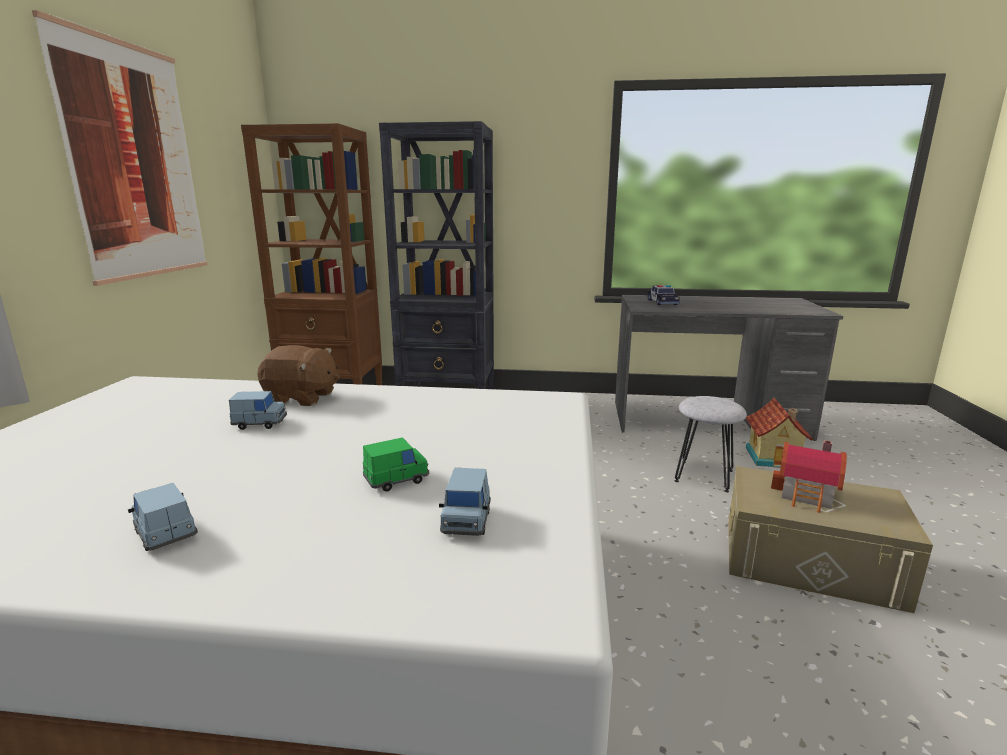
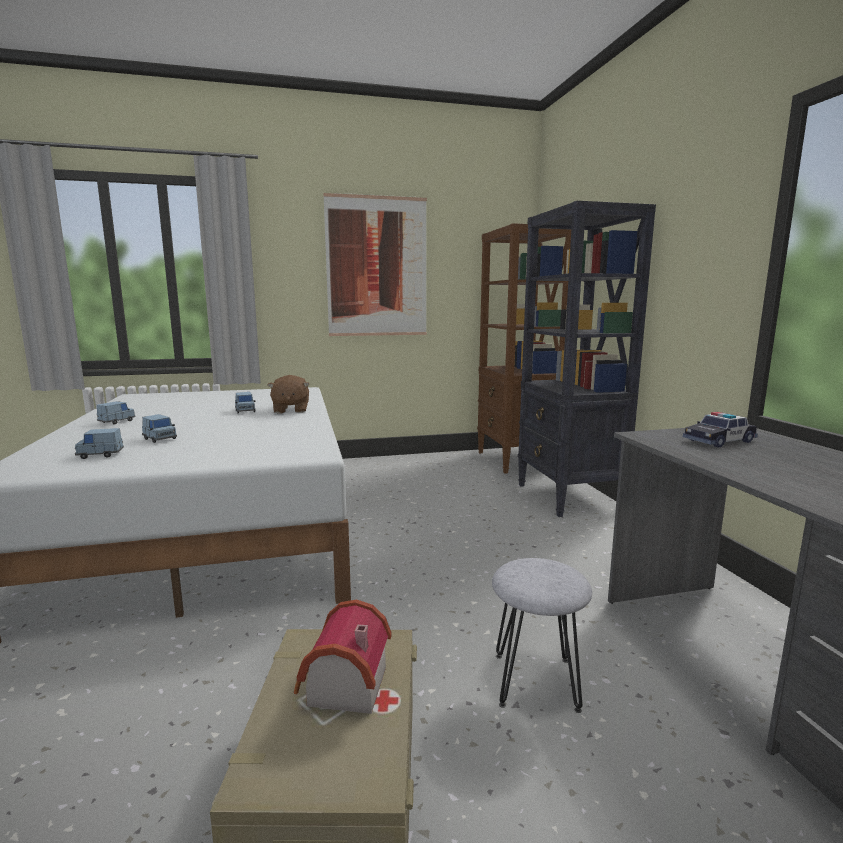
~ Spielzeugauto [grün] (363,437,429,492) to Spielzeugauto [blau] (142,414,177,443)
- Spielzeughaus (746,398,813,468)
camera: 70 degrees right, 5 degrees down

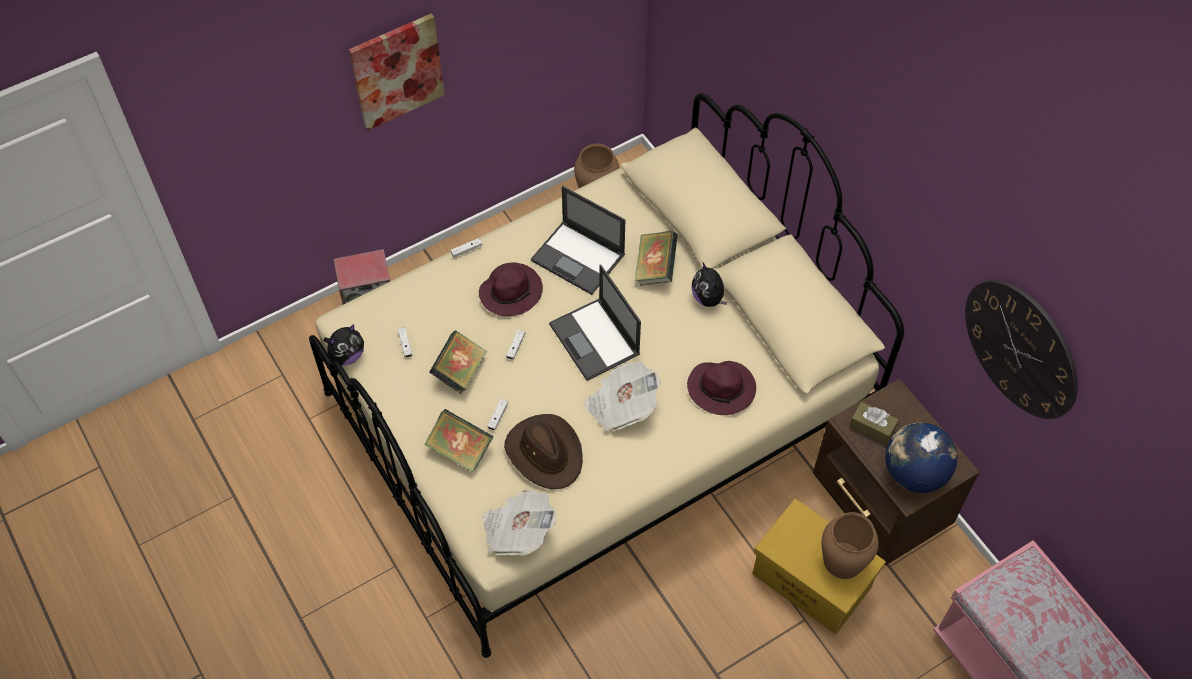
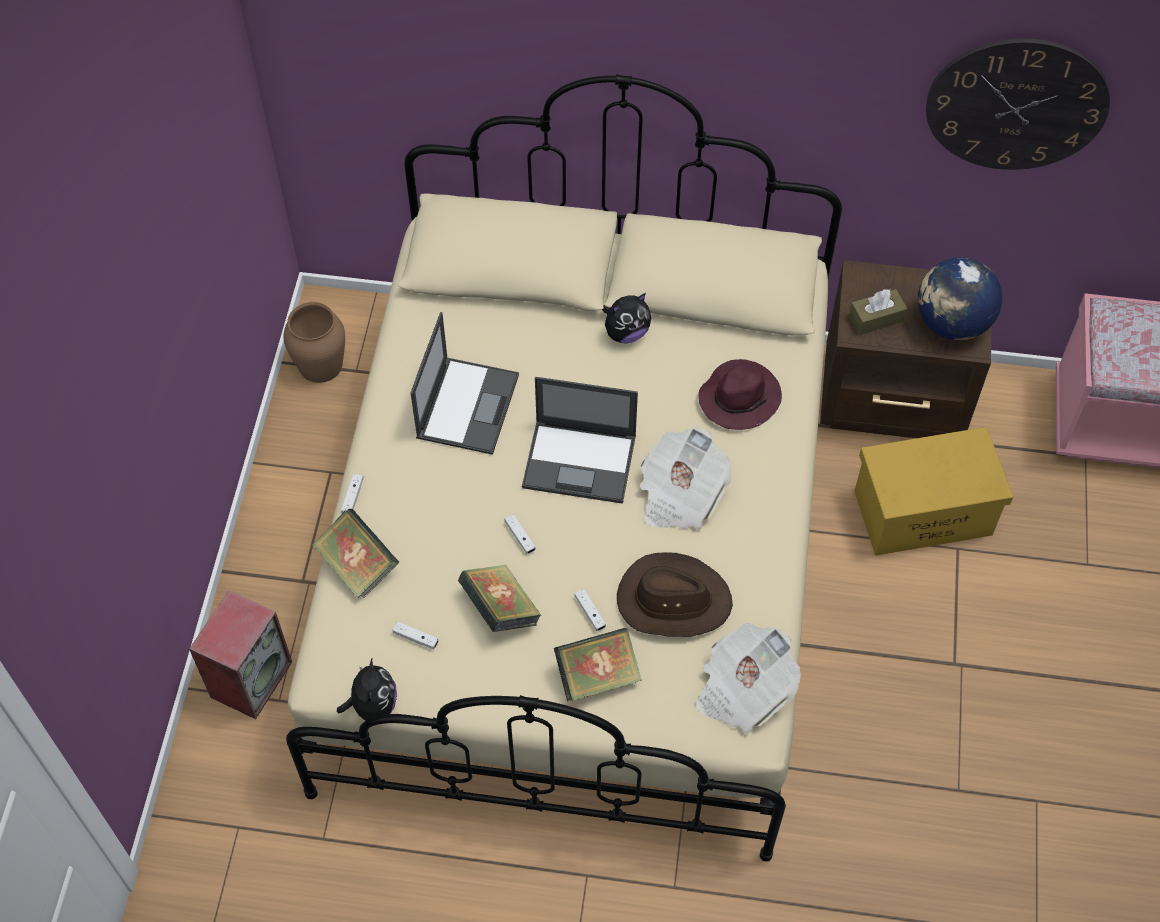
~ Buch (635,230,678,286) to (311,509,399,598)
~ Laptop (531,186,626,295) = (411,312,519,455) 60 degrees counterclockwise
~ Plüschtier (692,262,727,307) = (602,293,651,343) 45 degrees counterclockwise
- Bild (349,13,445,131)
- Hut [lila] (479,262,543,316)
- Vase [braun] (822,512,879,579)
camera: 50 degrees left, 0 degrees up

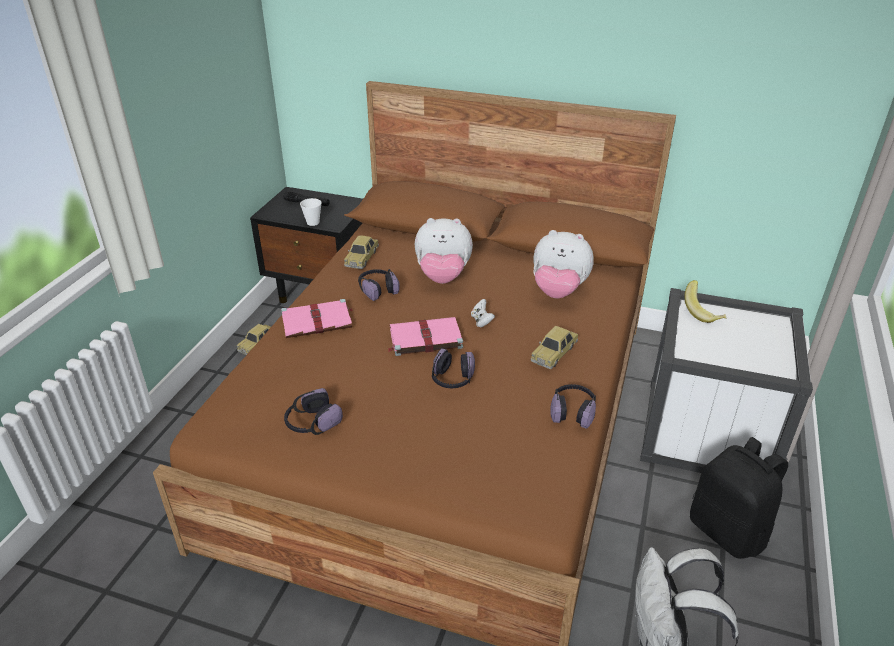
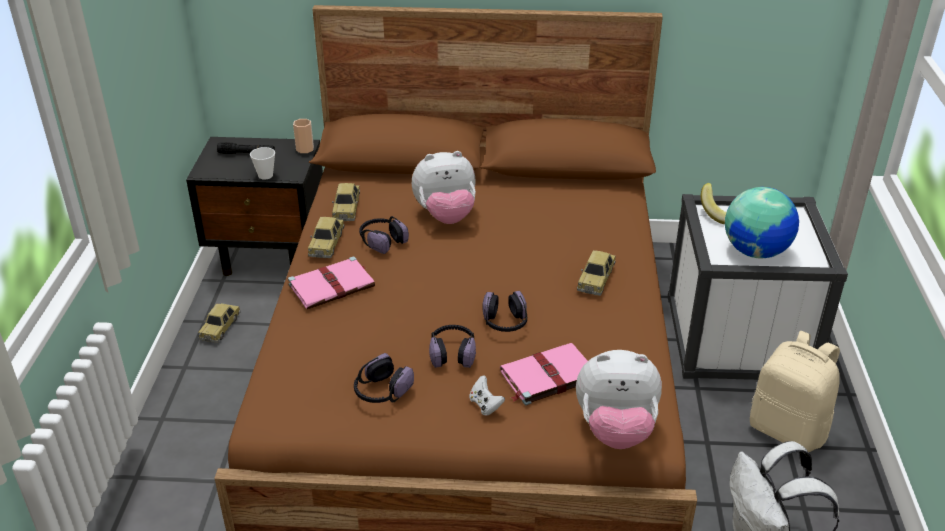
+ Tasse (293,119,314,153)
+ Spielzeugauto (308,217,345,258)
~ Kopfhörer (550,384,596,429) to (429,325,476,368)
~ Gamepad [weiß] (471,299,495,327) to (469,375,505,416)
~ Buch [rosa] (388,317,463,356) to (500,343,588,405)
~ Plüschtier (533,230,594,298) to (576,350,662,449)
+ Globus (725,187,799,258)
~ Rucksack [schwarz] (690,437,788,559) to Rucksack [beige] (750,330,840,452)
camera: 15 degrees left, 0 degrees up

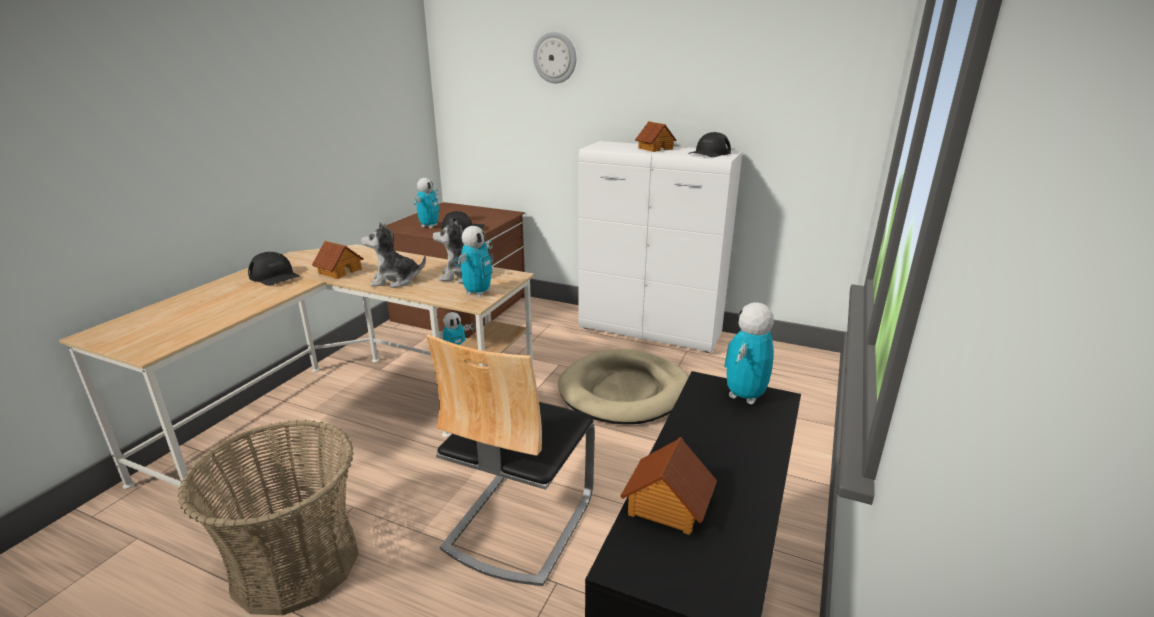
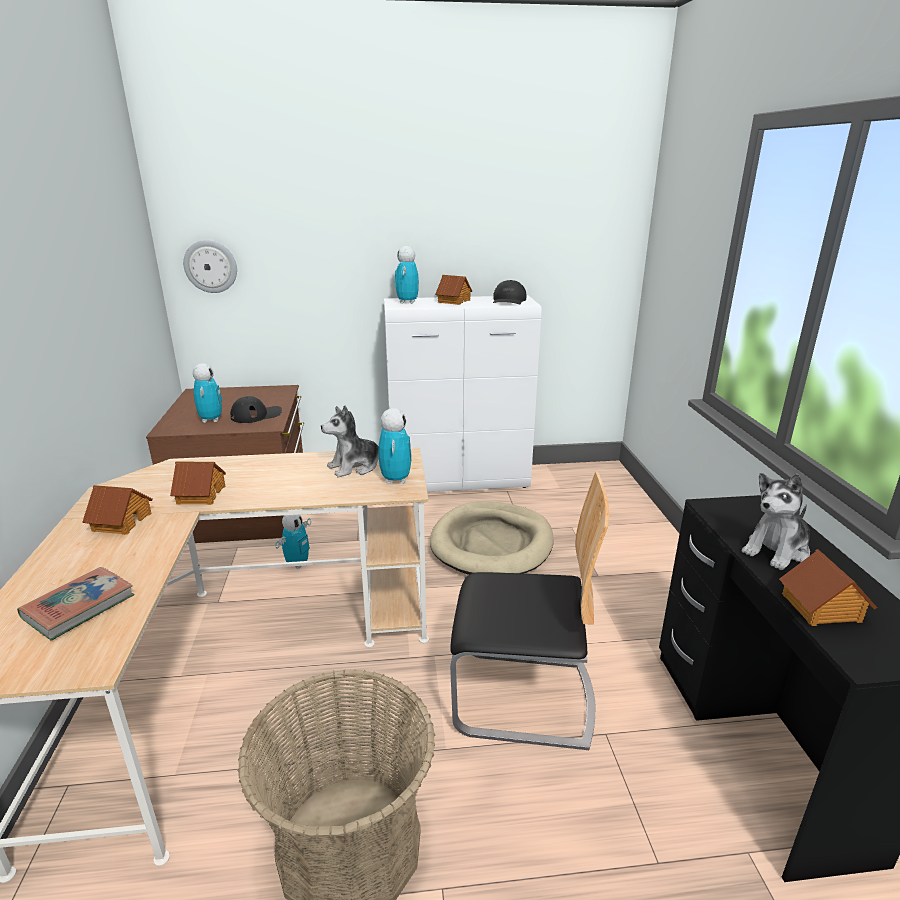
+ Buch (17,567,135,641)
~ Kappe [schwarz] (248,252,300,286) to Spielzeughaus (82,485,153,535)
~ Wanduhr (533,32,576,83) to (183,240,237,293)
~ Spielzeugroboter (724,302,774,404) to (395,246,419,304)
~ Stuhl (426,334,595,586) = (450,471,609,750) 75 degrees counterclockwise
~ Plüschtier (361,222,426,288) to (742,473,810,570)
camera: 30 degrees left, 0 degrees up

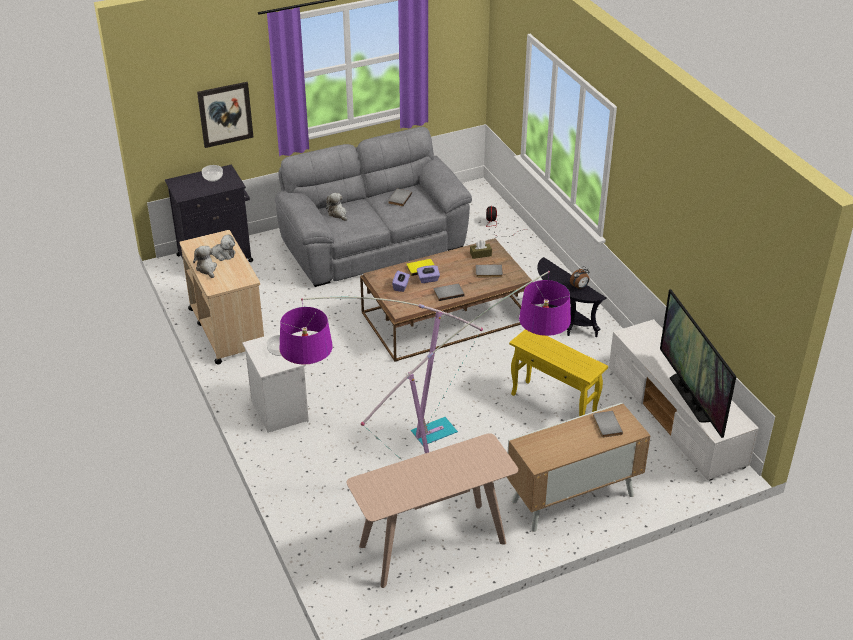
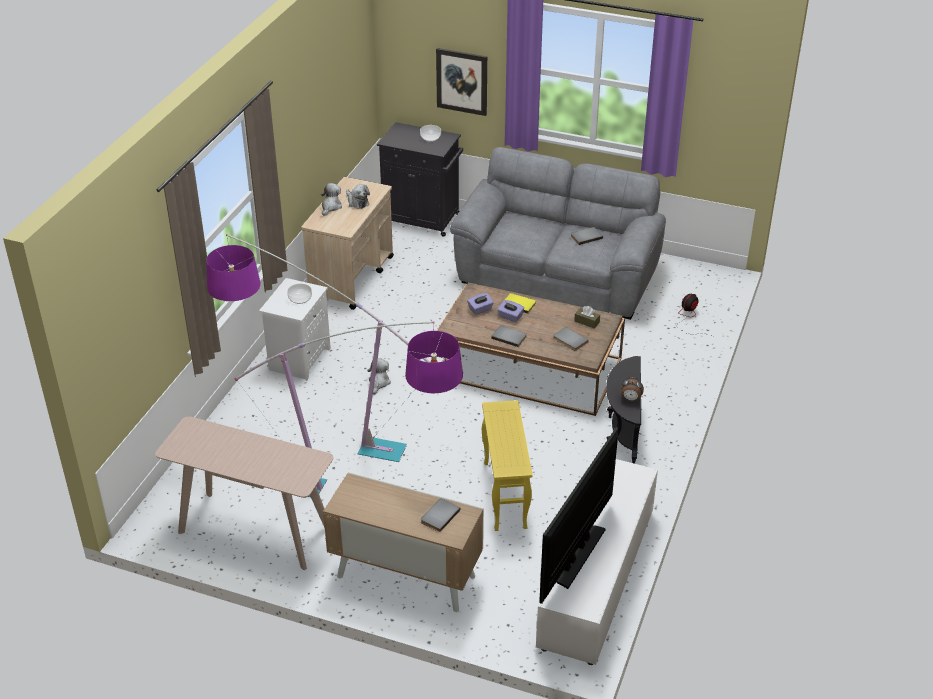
~ Plüschtier (326,193,347,221) to (367,358,391,395)
camera: 45 degrees right, 0 degrees up

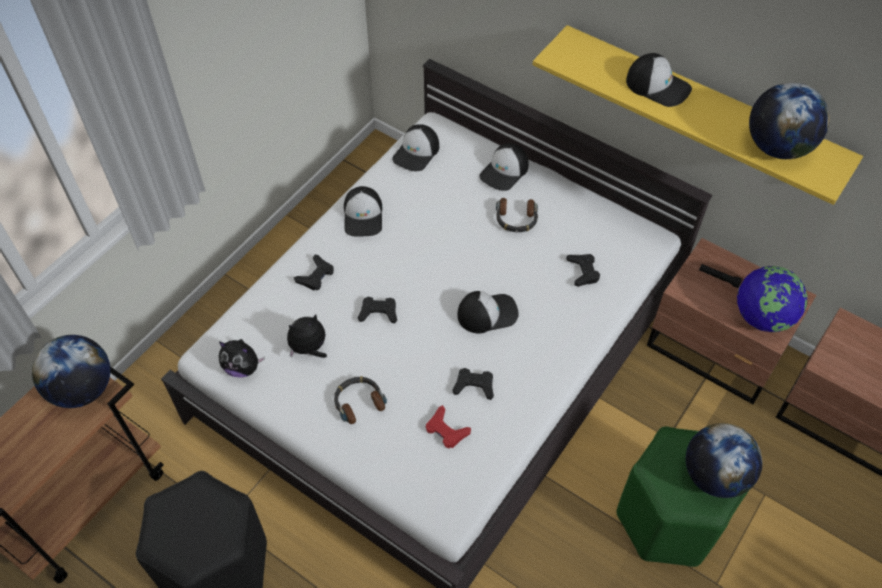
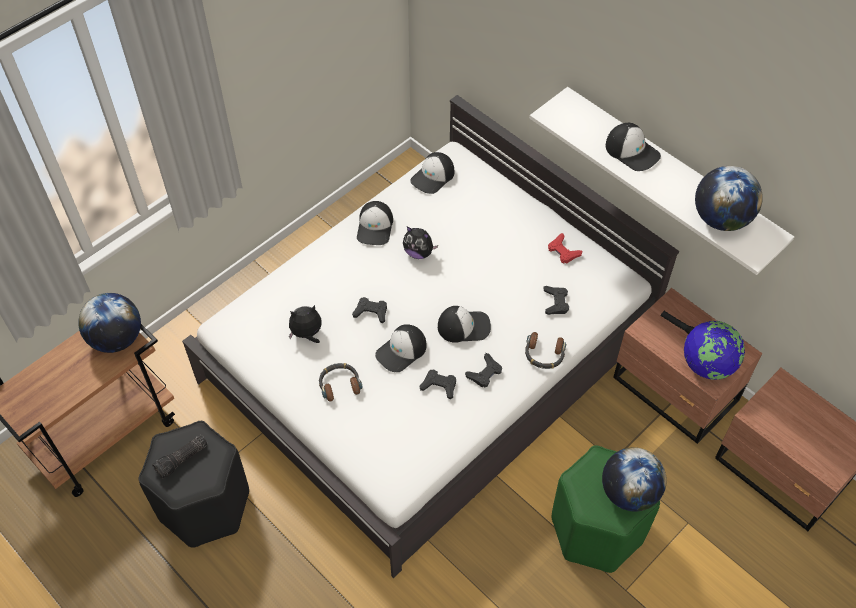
+ Taschenlampe (152,435,208,479)
~ Kappe (479,143,529,191) to (375,324,427,372)
~ Plüschtier (219,339,265,378) to (403,226,438,259)
~ Gamepad [schwarz] (294,254,334,291) to (465,353,502,387)
~ Kopfhörer (496,198,538,232) to (525,332,566,369)
~ Wandregal [gelb] (533,25,863,205) to Wandregal [weiß] (530,87,794,275)
~ Gamepad [rot] (426,405,471,448) to (548,233,582,264)
camera: 10 degrees right, 0 degrees up

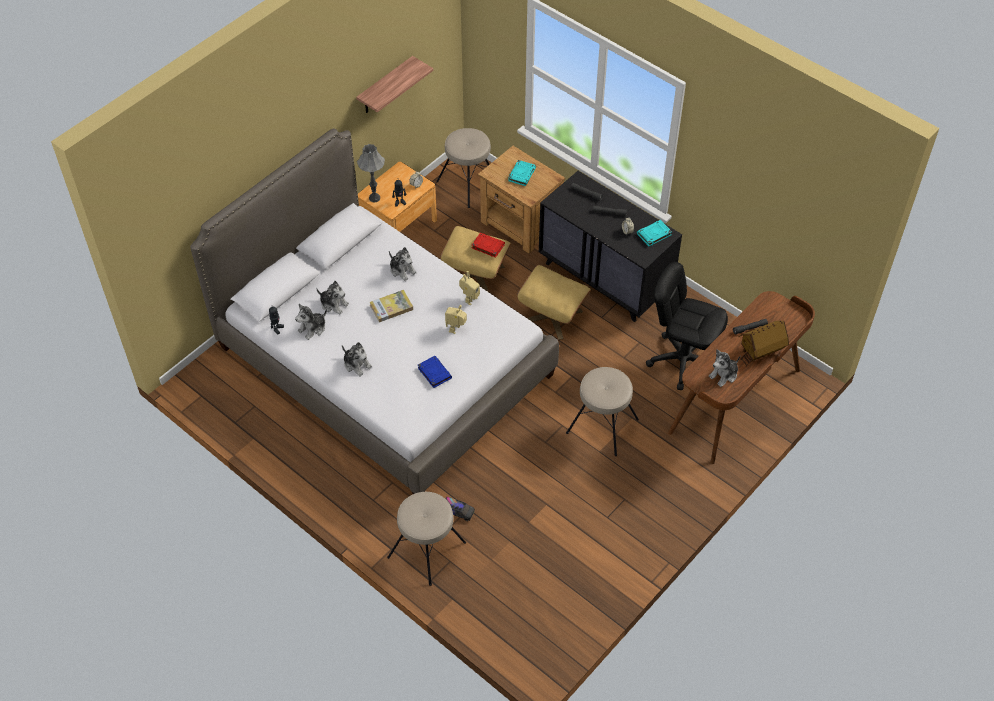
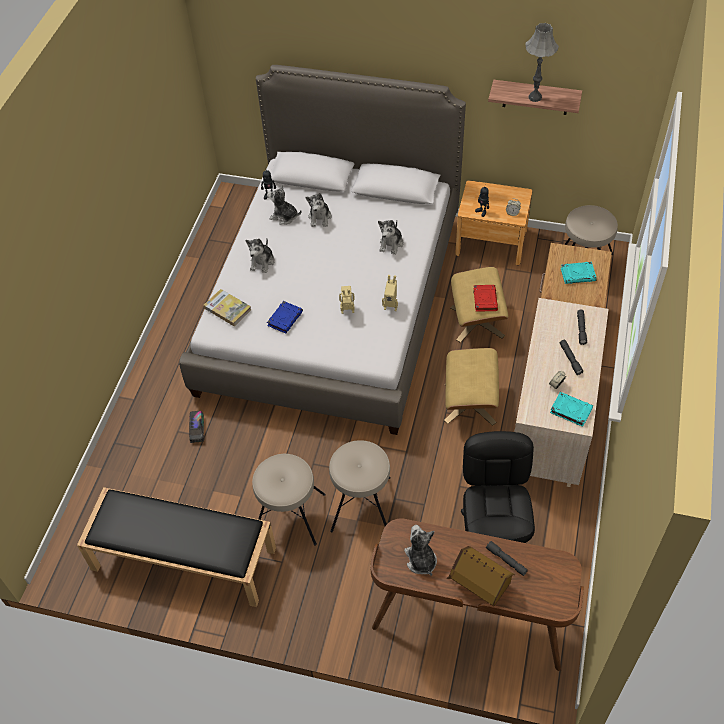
+ Bank [schwarz] (77,487,276,607)
~ Buch (370,290,413,322) to (204,289,251,326)
~ Hocker [beige] (387,492,466,586) to (252,454,326,546)
~ Plüschtier (709,349,740,387) = (404,525,437,576) 45 degrees clockwise
~ Kommode [schwarz] (539,171,682,322) to Kommode [beige] (515,298,608,487)
~ Tischlampe [grau] (357,144,385,202) to (525,23,559,102)
camera: 65 degrees right, 0 degrees up

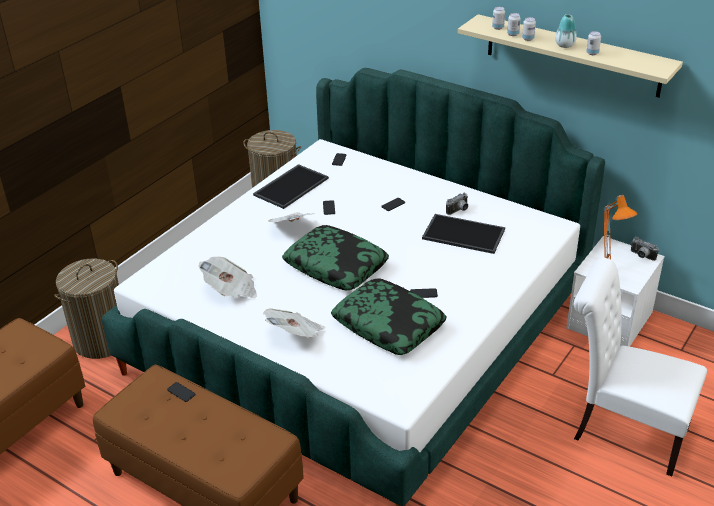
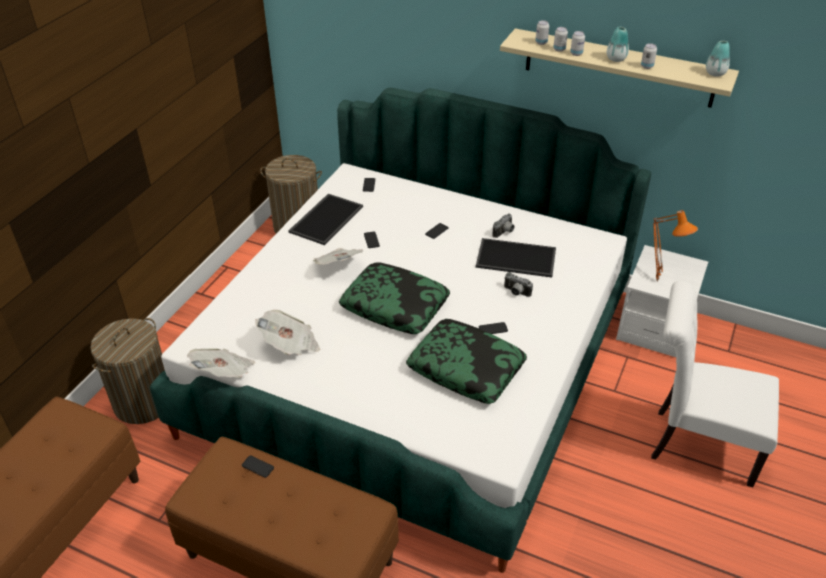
~ Zeitung (263,308,325,338) to (187,348,255,378)
~ Kamera (631,237,659,261) to (504,272,533,297)
+ Vase (706,41,730,77)
camera: 10 degrees left, 5 degrees up

